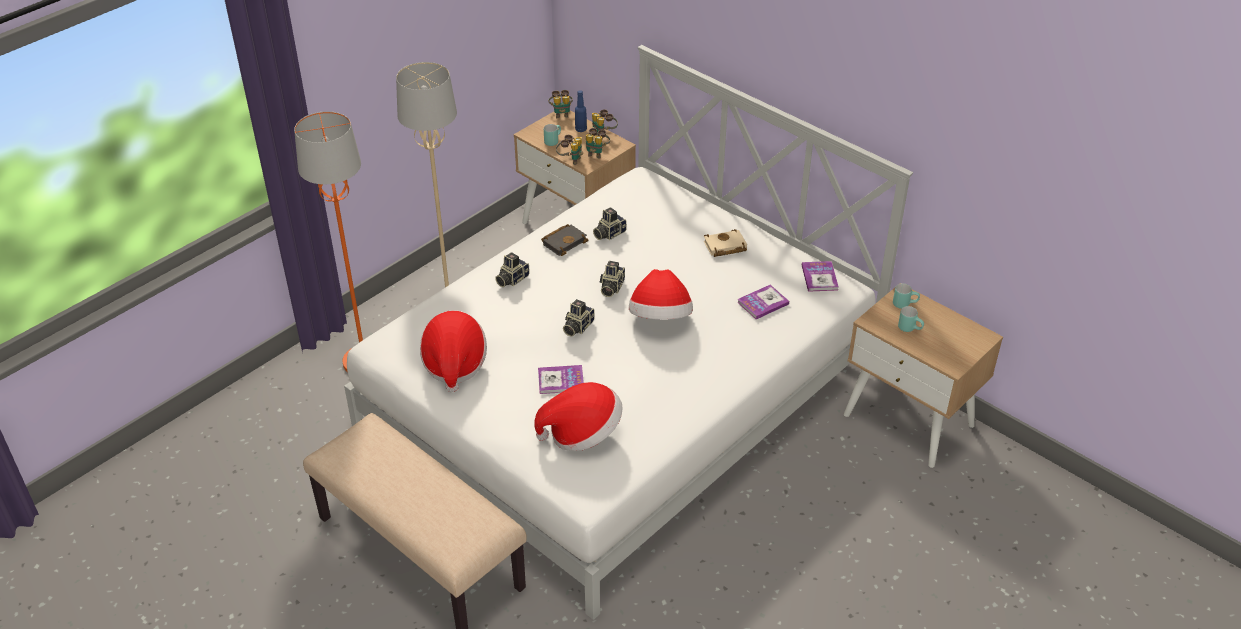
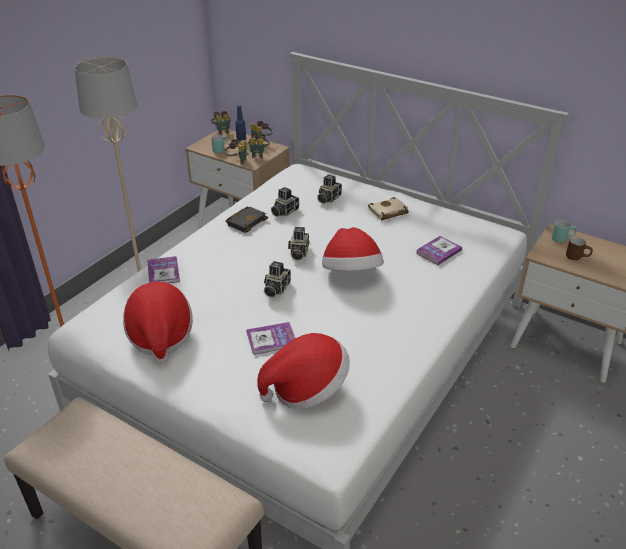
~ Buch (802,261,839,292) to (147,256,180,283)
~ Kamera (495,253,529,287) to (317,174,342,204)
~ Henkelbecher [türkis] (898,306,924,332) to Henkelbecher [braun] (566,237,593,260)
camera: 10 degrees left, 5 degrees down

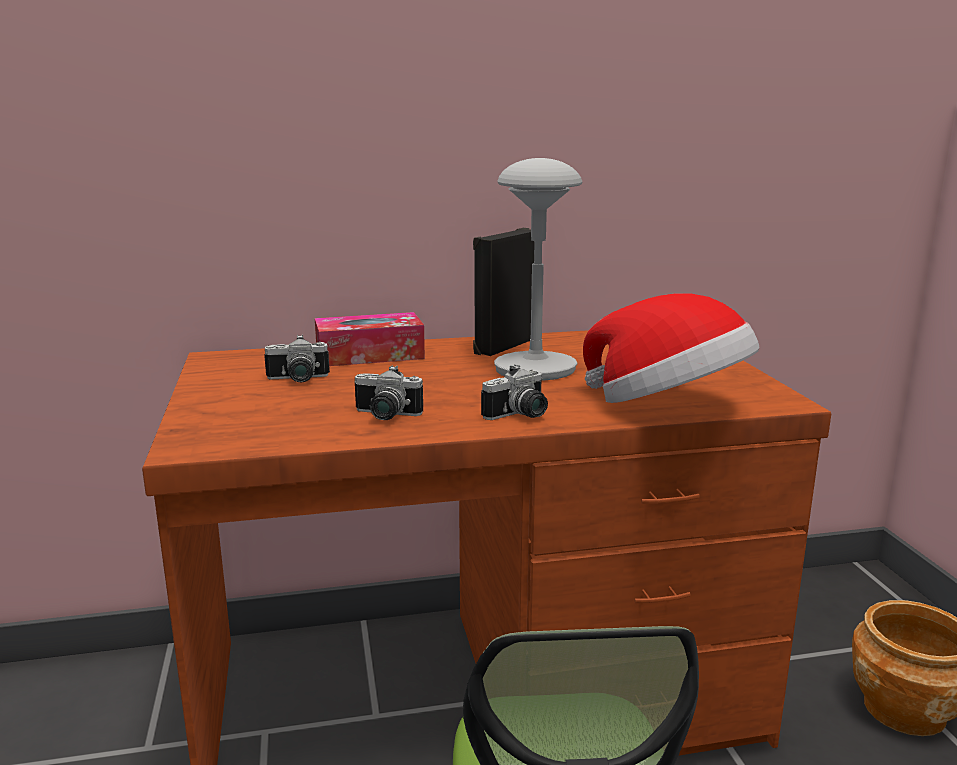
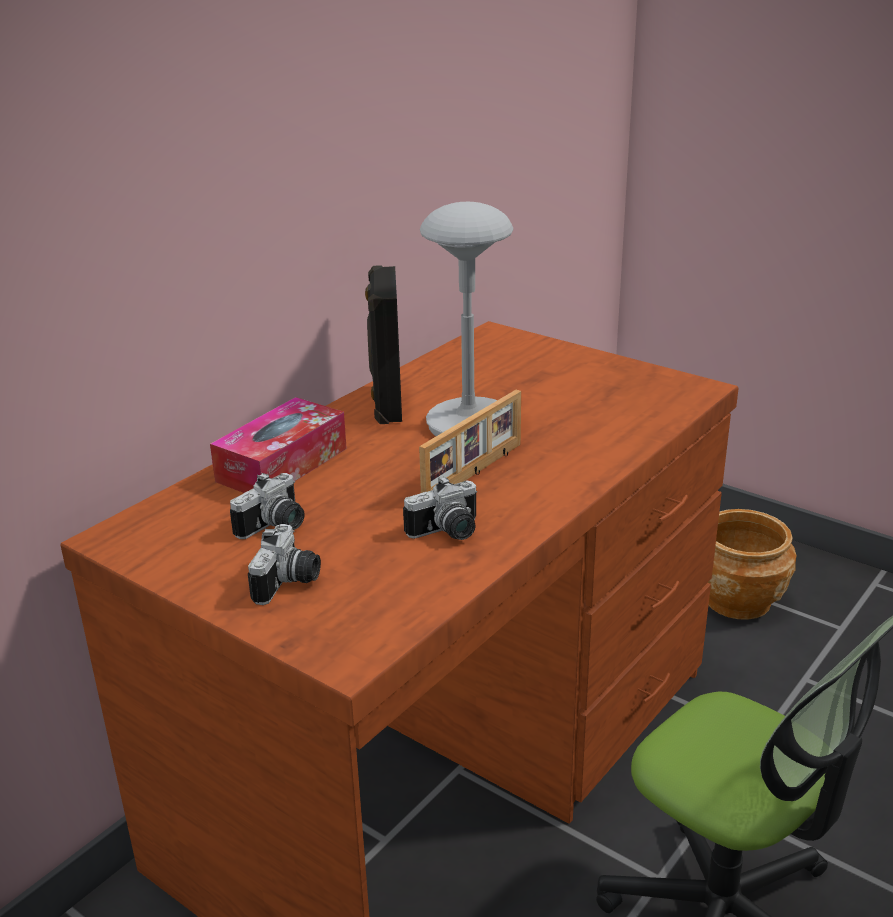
~ Kamera (481,365,548,420) to (248,524,321,605)
+ Bilderrahmen (419,390,521,493)
- Hut (583,294,759,403)
camera: 40 degrees left, 10 degrees up

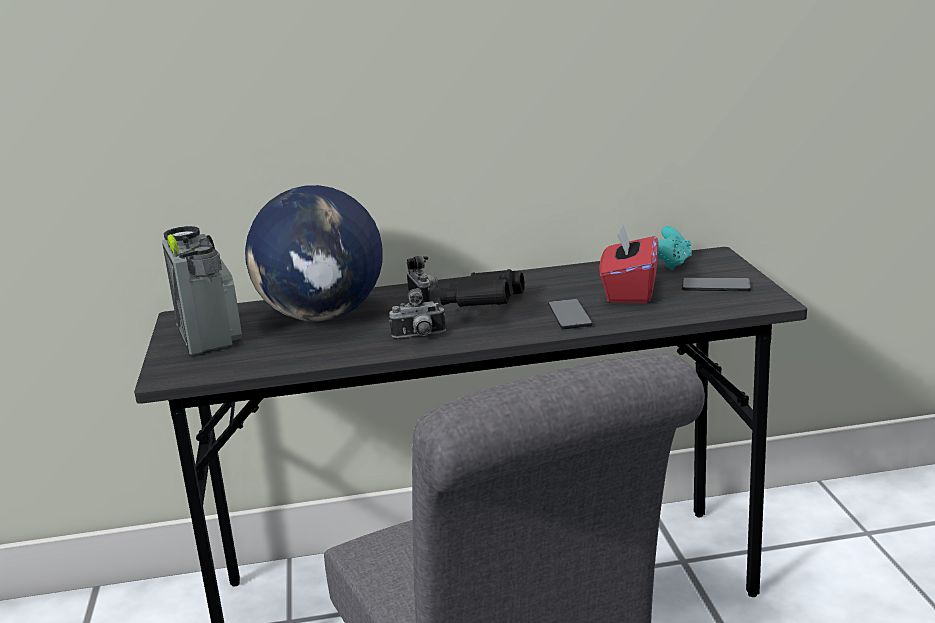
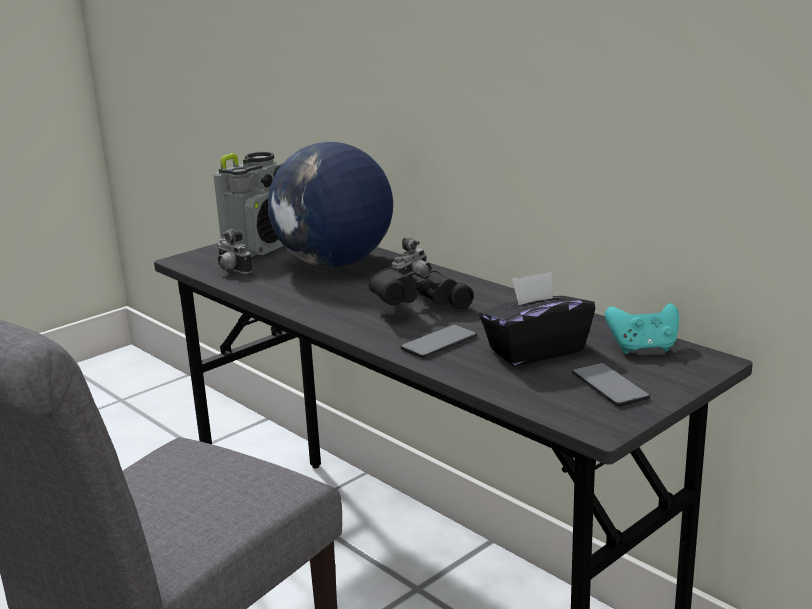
~ Kamera (389,288,446,338) to (218,229,252,274)
~ Taschentuchbox [rot] (599,224,659,303) to Taschentuchbox [schwarz] (480,271,595,366)
camera: 55 degrees right, 0 degrees up

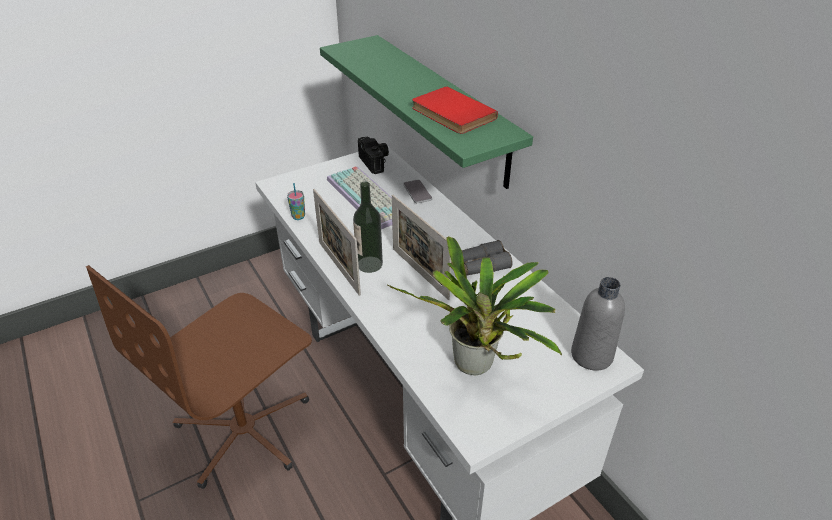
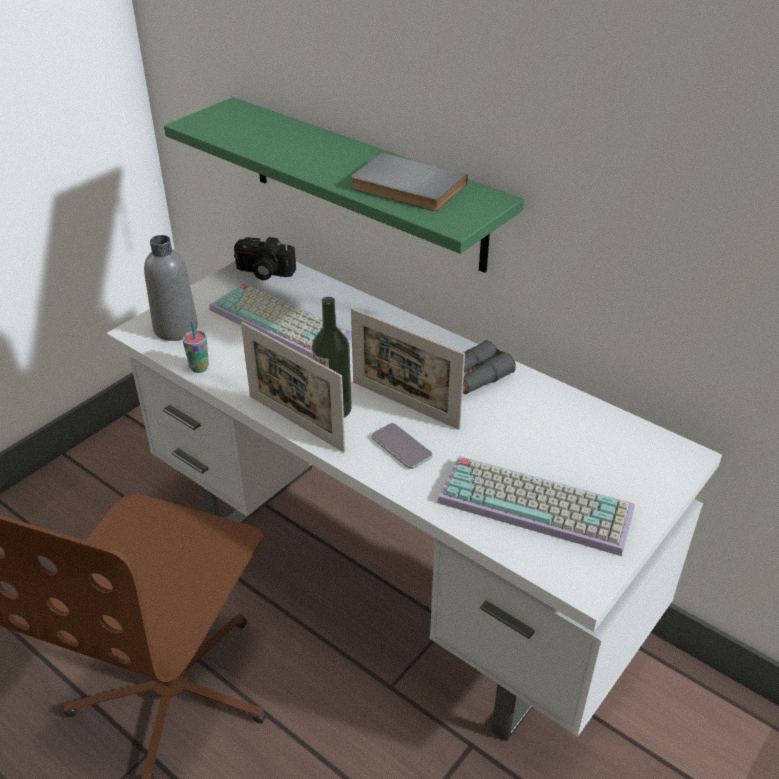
~ Flasche [grau] (571,277,625,371) to (144,235,198,341)
~ Kamera (358,137,389,174) = (234,237,296,280) 150 degrees clockwise
~ Buch [rot] (412,86,498,134) to Buch [grau] (351,153,468,211)
~ Handy (403,180,432,203) to (372,423,432,469)
~ Topfpflanze (387,236,562,375) to Tastatur (437,456,634,556)
camera: 20 degrees left, 0 degrees up

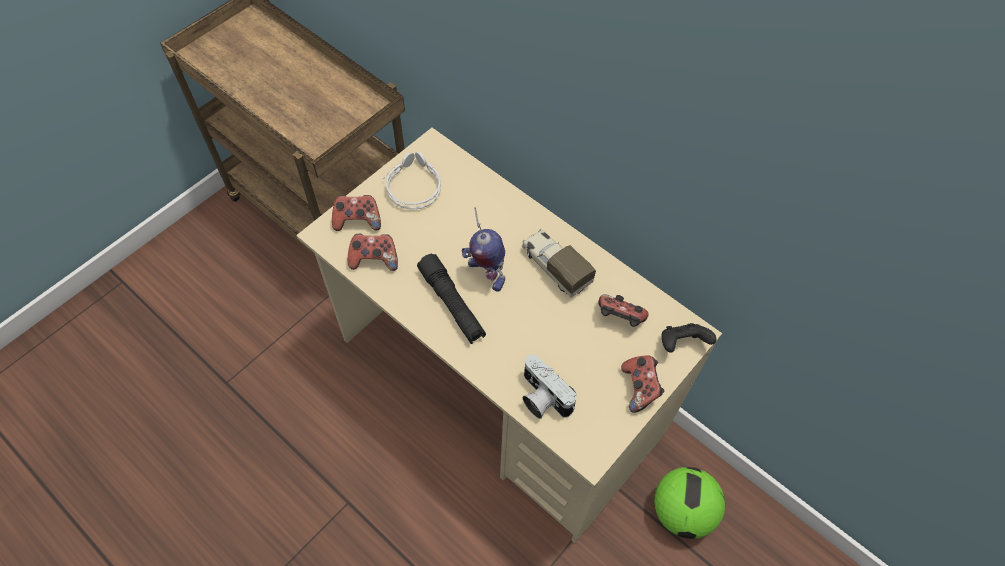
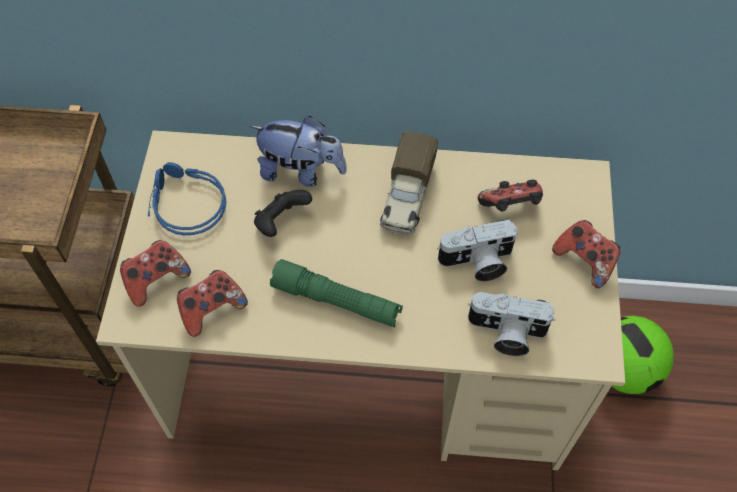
~ Kopfhörer [grau] (383,152,441,209) to Kopfhörer [blau] (148,162,227,235)
+ Plüschtier (250,116,347,187)
~ Gamepad [schwarz] (662,323,716,353) to (254,190,312,237)
~ Taschenlampe [schwarz] (417,254,486,344) to Taschenlampe [grün] (270,259,403,327)
~ Spielzeuglaster (522,229,596,297) = (380,131,438,234) 90 degrees counterclockwise
+ Kamera (437,220,518,281)
- Spielzeugroboter (462,207,505,292)
camera: 35 degrees left, 0 degrees up

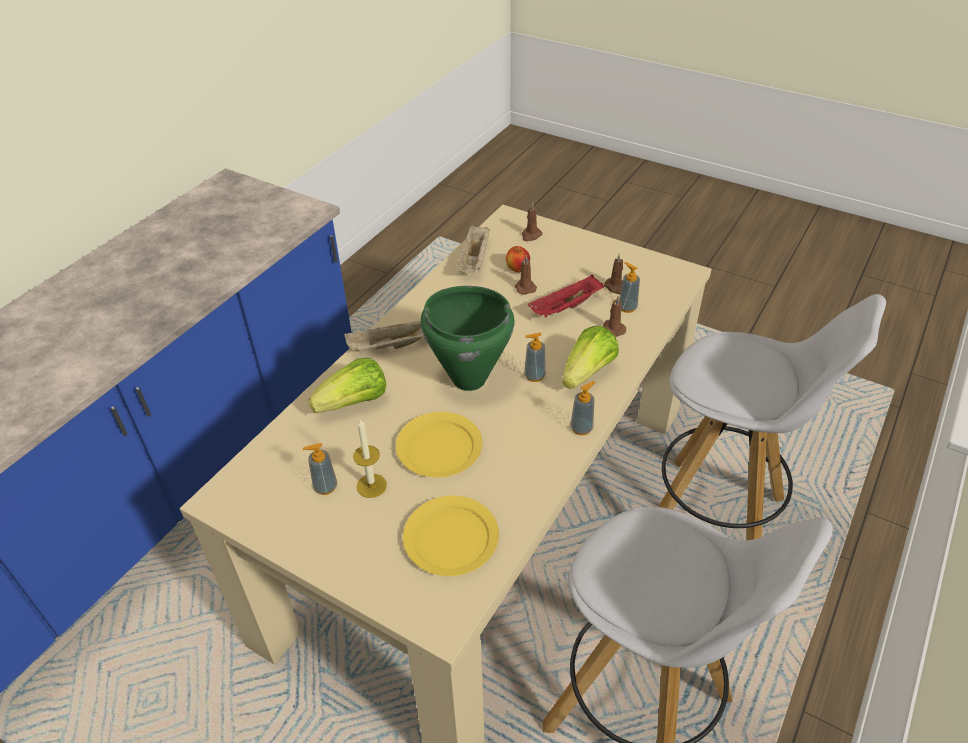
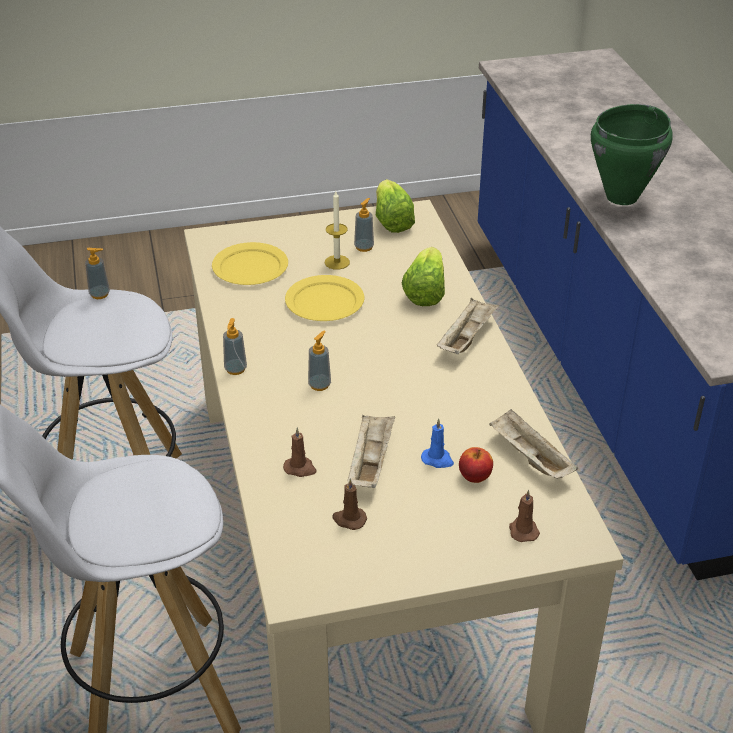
~ Seifenspender (619,262,640,313) to (85,248,110,299)
~ Tablett [rot] (528,275,604,317) to Tablett [beige] (347,415,395,488)
~ Salatkopf (562,326,619,389) to (376,179,415,233)
~ Kerze [braun] (515,255,537,295) to Kerze [blau] (421,419,454,468)
~ Kochtopf [grün] (421,286,515,391) to (591,104,673,205)
camera: 135 degrees right, 5 degrees down

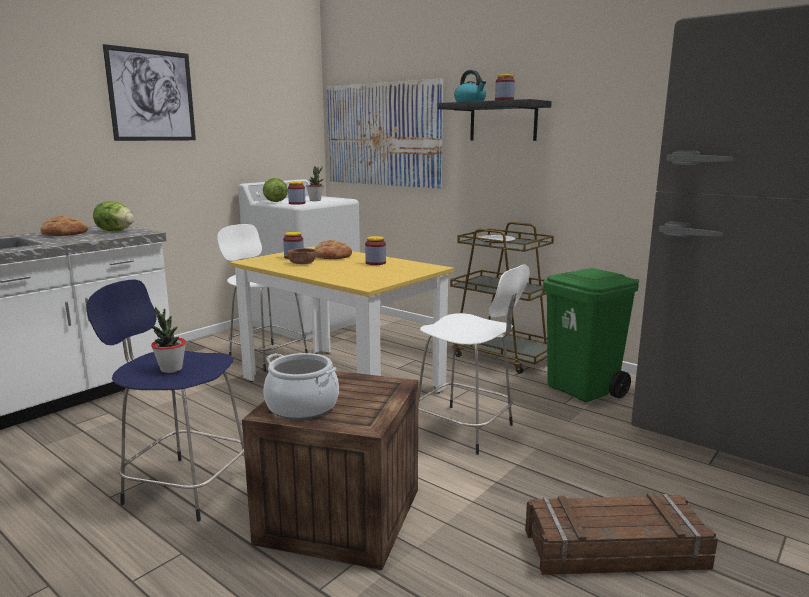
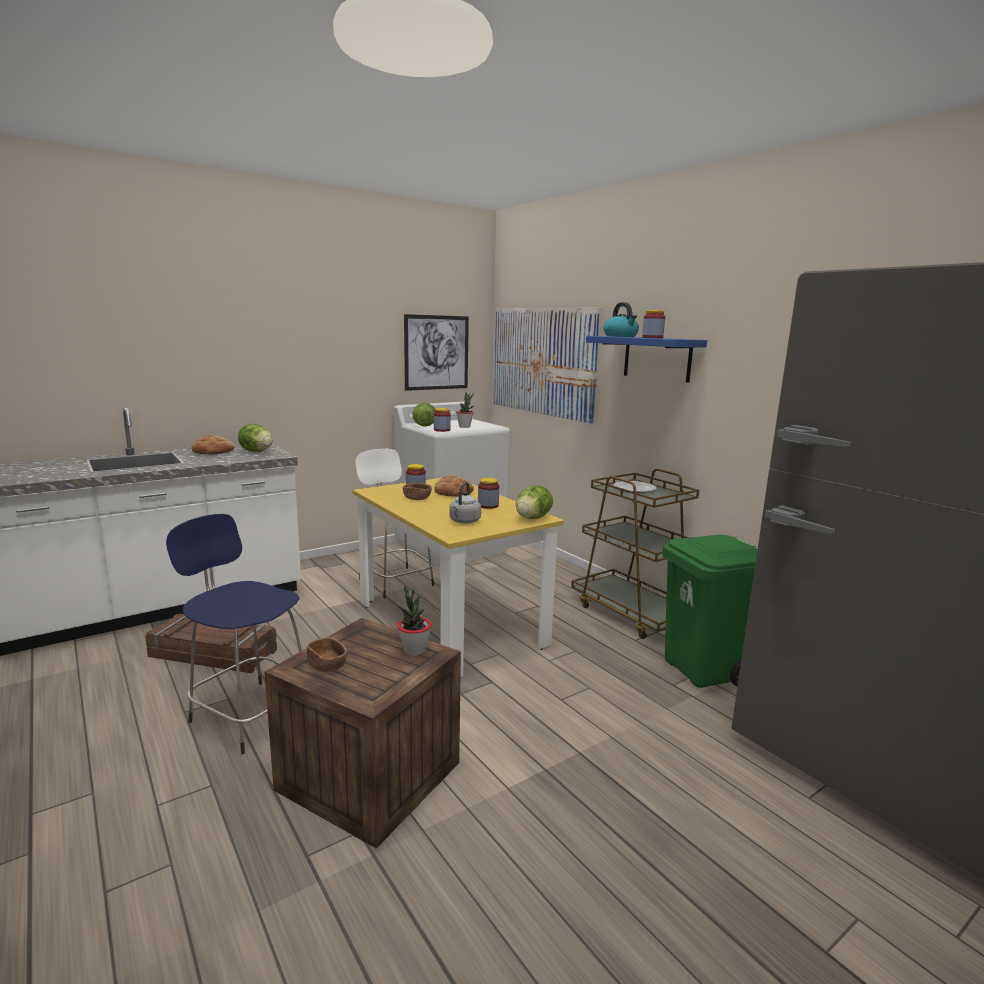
~ Kiste (525,493,718,575) to (145,614,277,673)
~ Kochtopf (263,353,339,420) to Schüssel [braun] (307,637,347,672)
~ Topfpflanze (150,307,186,373) to (397,585,432,656)
~ Bild (103,44,196,141) to (404,314,469,391)
+ Wasserkessel [grau] (449,482,481,524)
+ Salatkopf (516,486,553,519)
~ Wandregal [schwarz] (438,99,552,141) to Wandregal [blau] (586,336,707,383)
- Hocker [weiß] (418,264,530,455)
camera: 15 degrees right, 0 degrees up

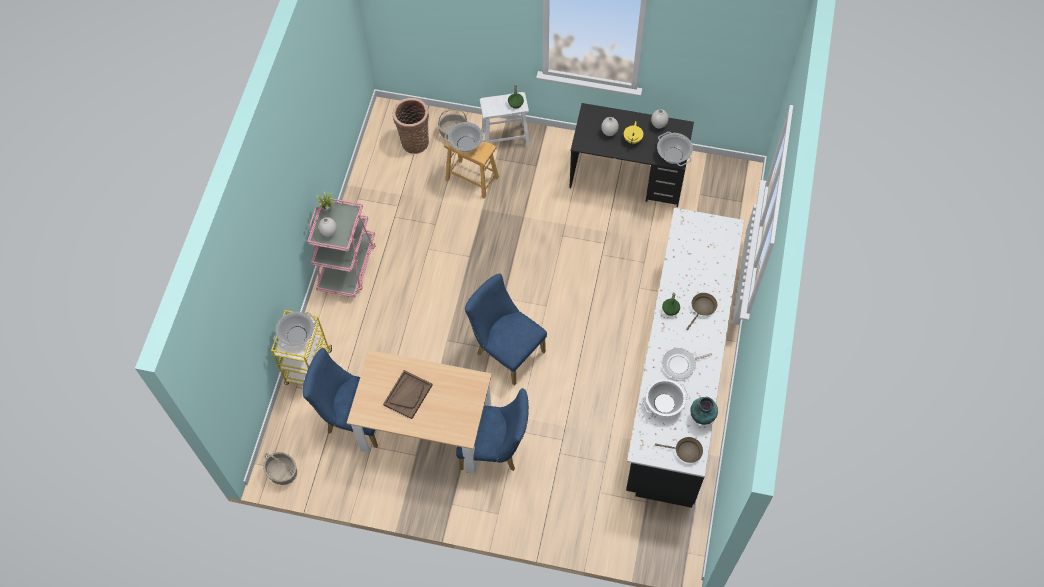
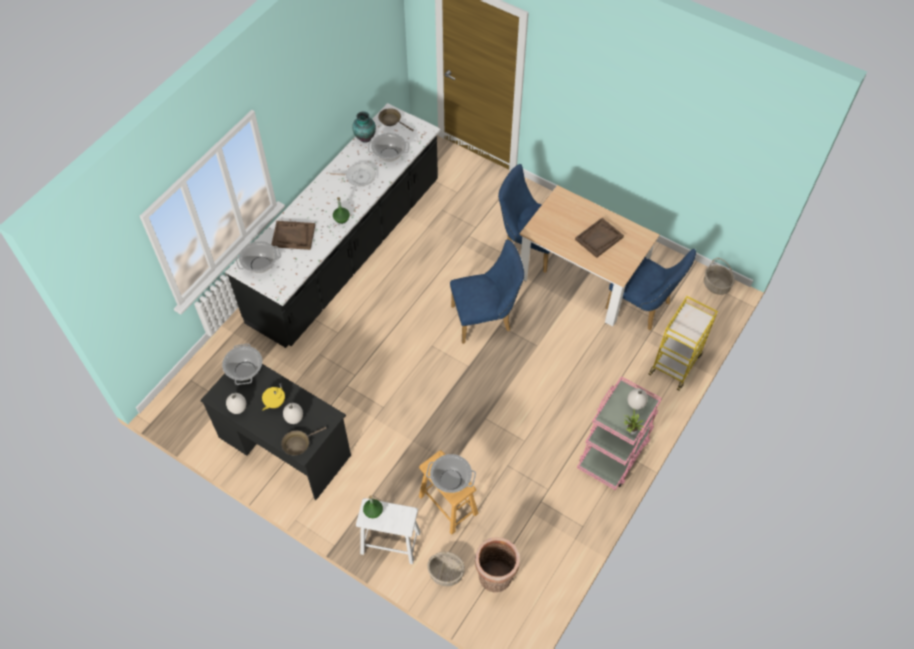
~ Kochtopf (273,312,317,348) to (236,241,281,273)
+ Tablett [braun] (271,221,315,250)
~ Pfanne [braun] (686,293,717,330) to (281,427,326,455)
~ Stuhl [blau] (465,274,547,386) = (450,239,524,344) 75 degrees counterclockwise
camera: 160 degrees left, 5 degrees down

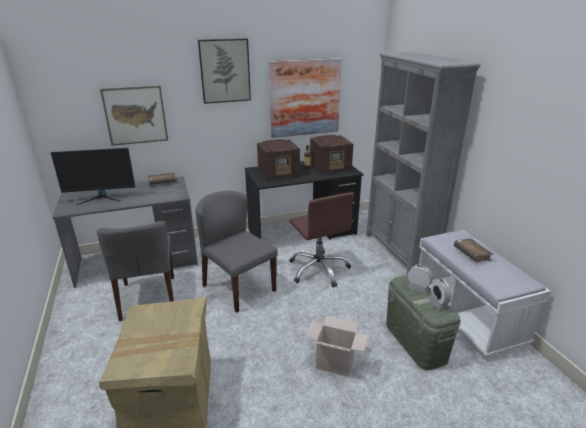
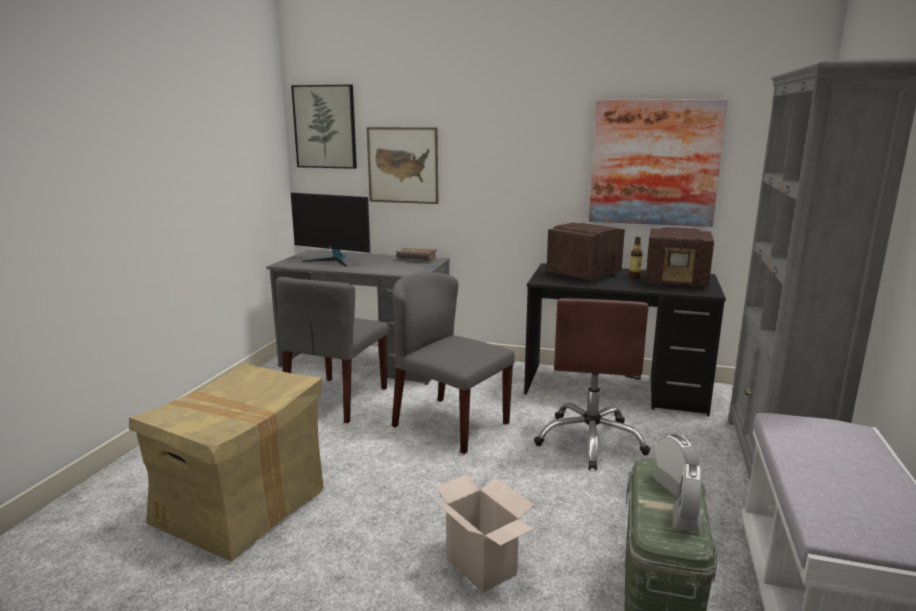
~ Bild (198,39,251,104) to (291,85,357,169)
~ Stuhl [grau] (196,191,278,313) = (392,272,515,454) 45 degrees counterclockwise
~ Radio (257,139,300,179) = (546,223,625,280) 120 degrees clockwise
- Buch [braun] (454,238,493,262)
camera: 35 degrees right, 10 degrees down

